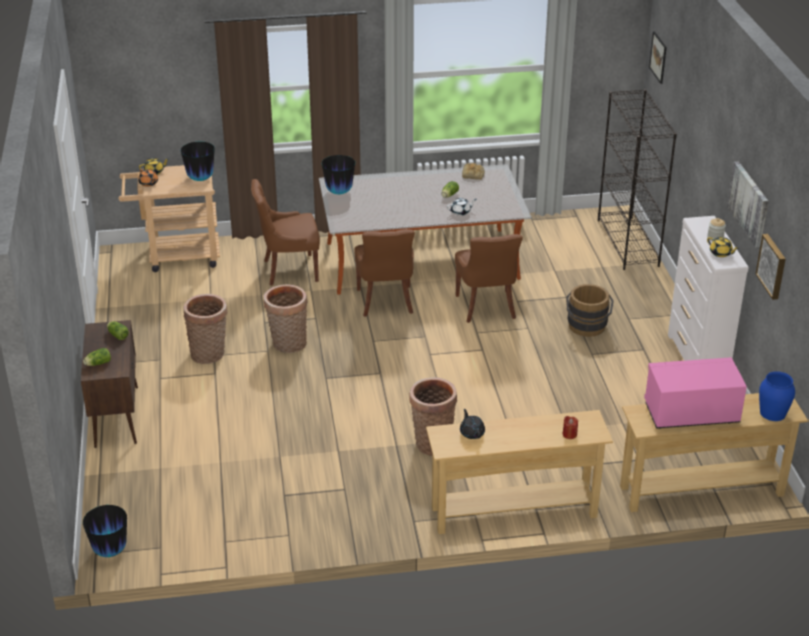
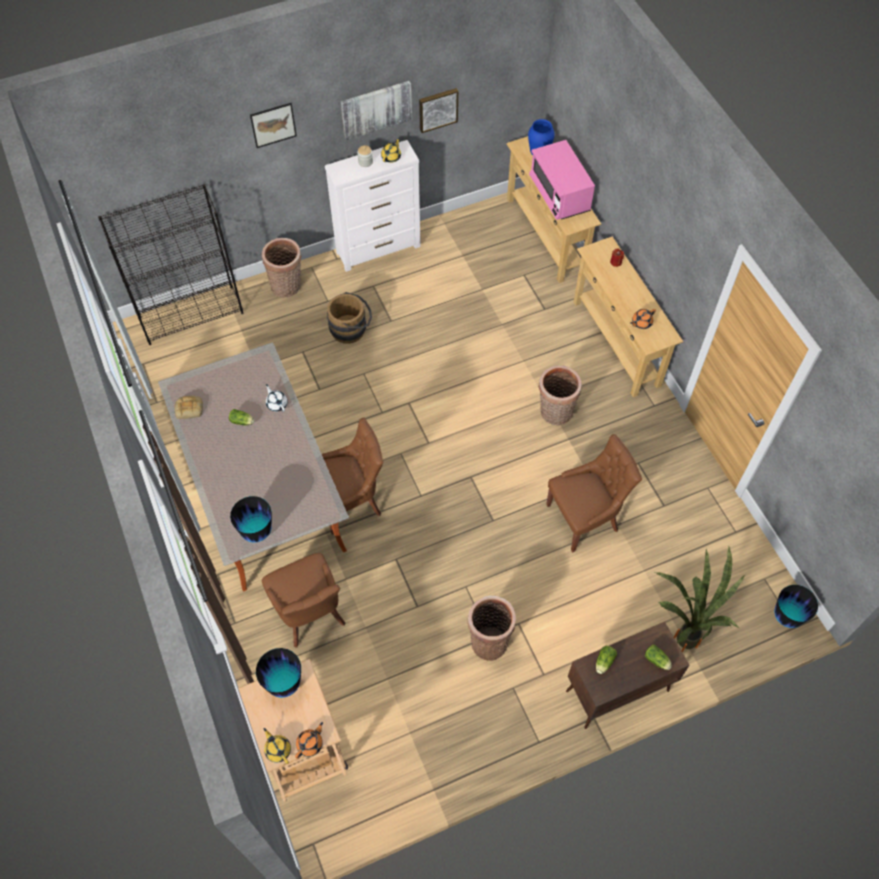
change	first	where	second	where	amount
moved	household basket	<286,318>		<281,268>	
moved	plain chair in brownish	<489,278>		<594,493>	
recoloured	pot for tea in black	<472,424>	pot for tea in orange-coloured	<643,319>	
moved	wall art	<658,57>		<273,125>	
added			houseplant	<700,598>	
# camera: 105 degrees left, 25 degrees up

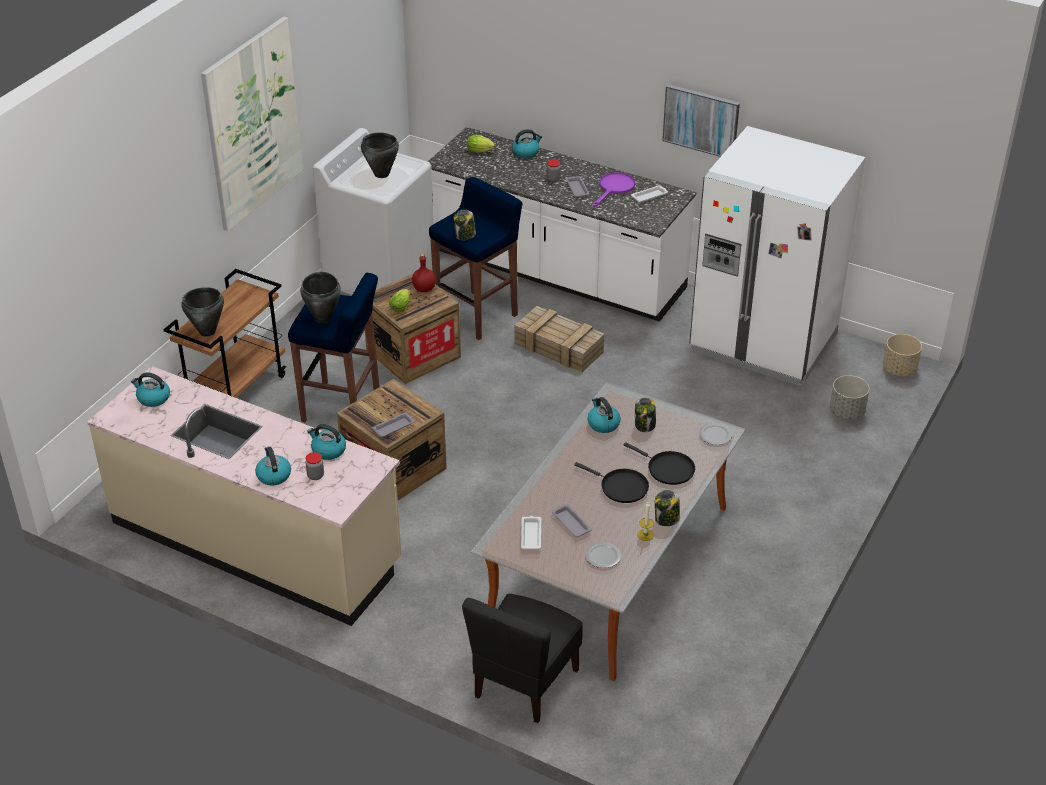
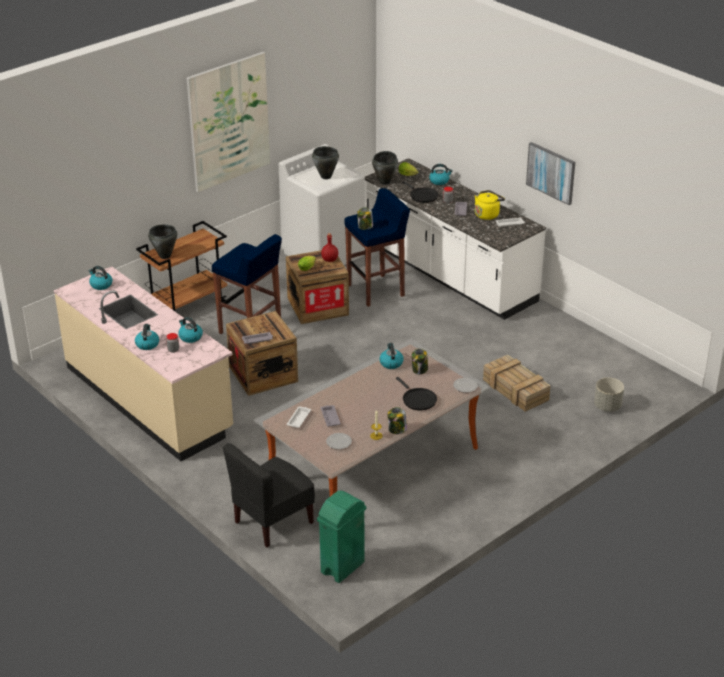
change	first	where	second	where	amount
moved	saucepot in black	<320,297>		<385,168>	
moved	packing crate	<559,339>		<517,383>	
moved	frying pan in black	<611,482>		<420,192>	
replaced	frying pan in purple	<614,189>	water kettle in yellowish	<490,205>	
removed	refrigerator in white	<777,256>			
removed	plant pot in beige-coloured	<902,355>			
added			rubbish bin in green	<341,537>	
# camera: 20 degrees right, 5 degrees down

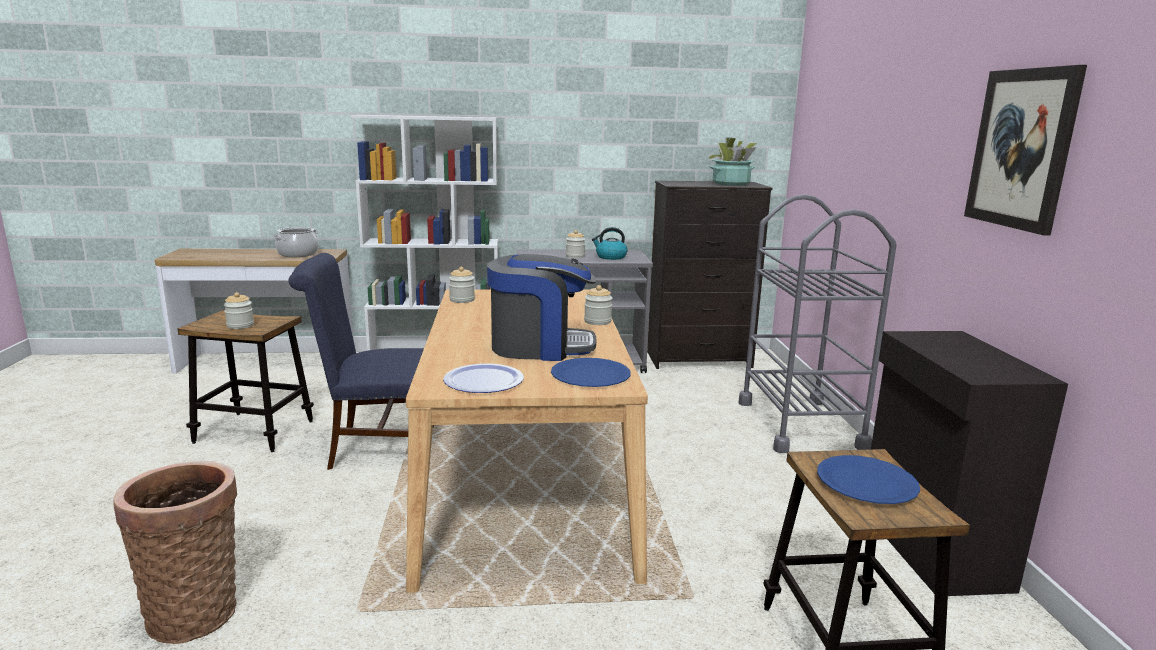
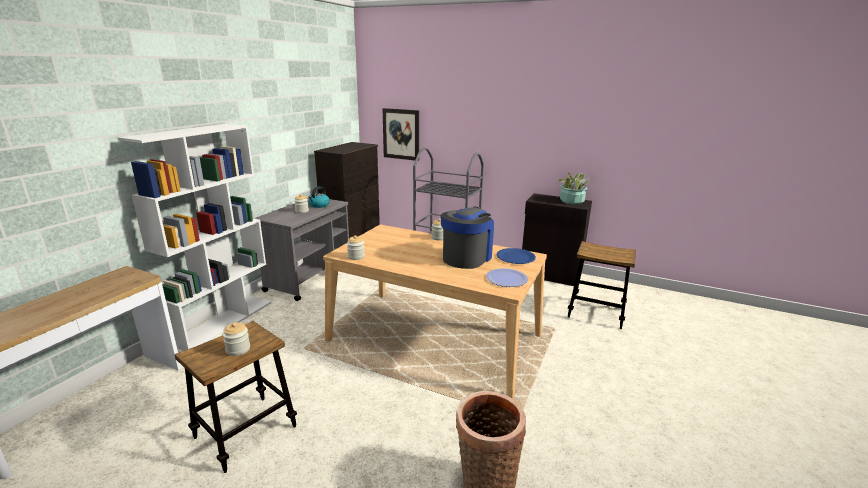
change	first	where	second	where	amount
removed	saucepot	<296,242>			
removed	plain chair in bluish	<361,361>			
moved	houseplant	<732,161>		<573,188>	
removed	dinner plate in bluish	<868,479>			
moved	wall art	<1025,150>		<400,134>	
# camera: 60 degrees left, 5 degrees up

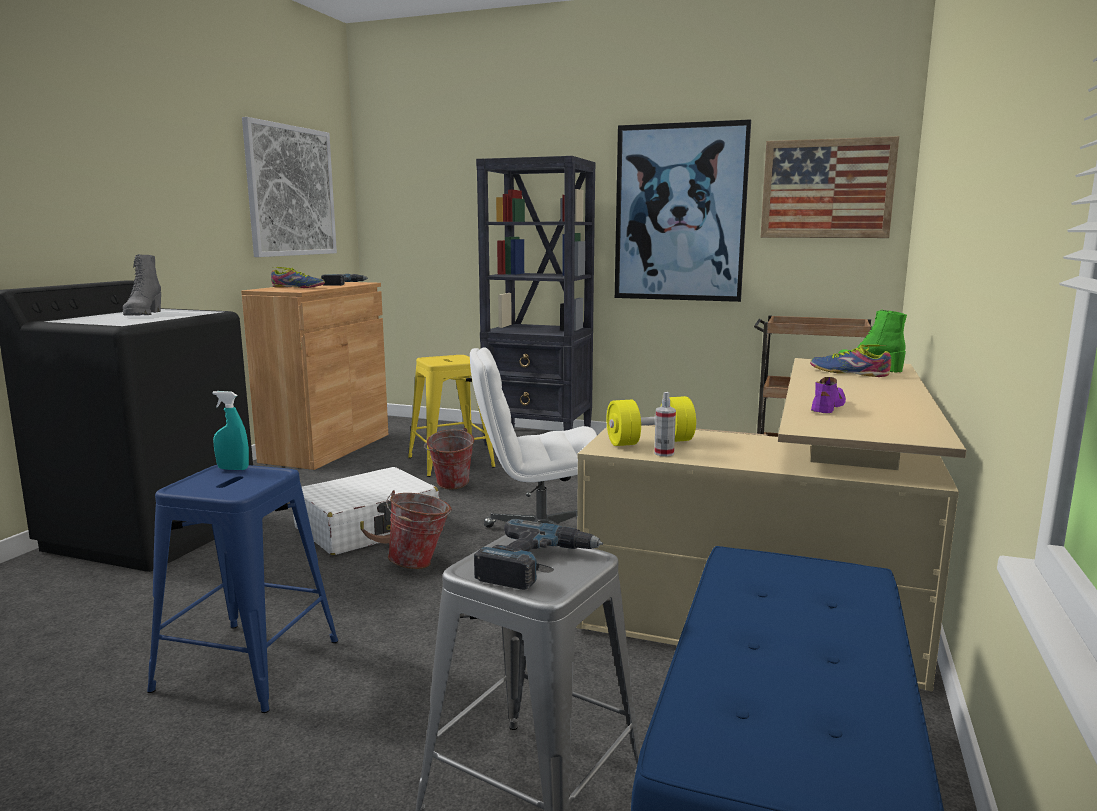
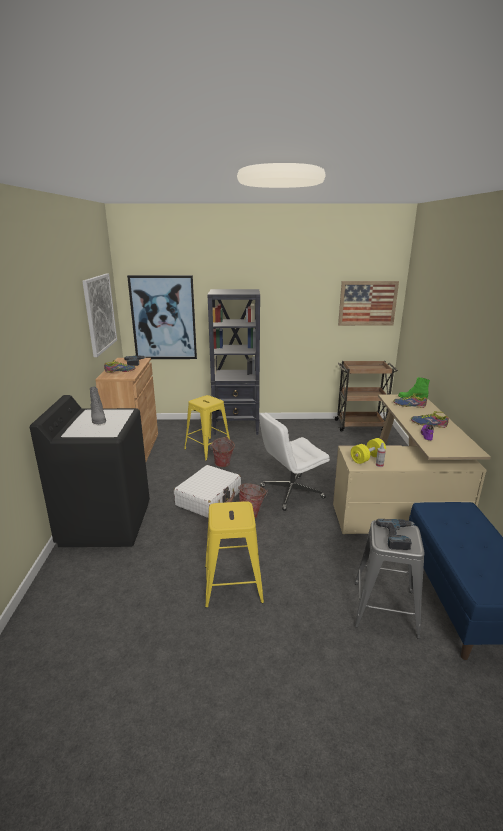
change	first	where	second	where	amount
recoloured	sitting stool in bluish	<242,589>	sitting stool in yellowish	<234,554>	
removed	spray bottle in turquoise	<231,430>			
moved	wall art	<683,210>		<162,317>	
added			low shoe	<430,419>	
# camera: 20 degrees left, 10 degrees up

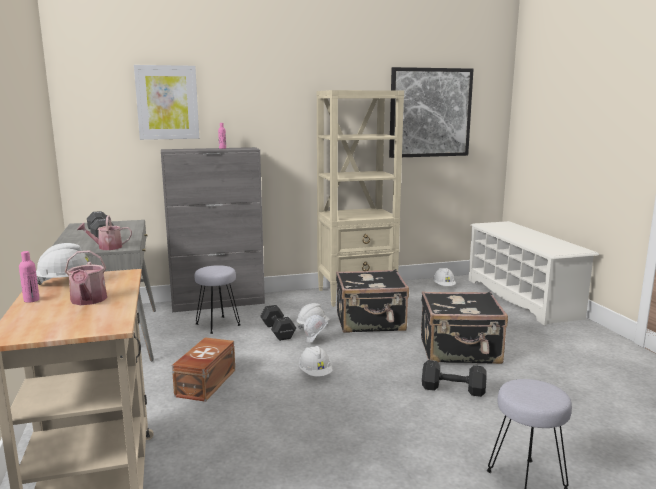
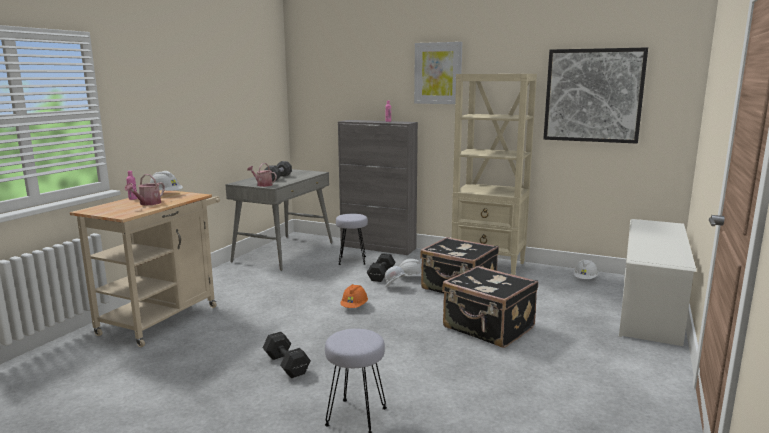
change	first	where	second	where	amount
moved	wall art	<166,102>		<438,73>	
removed	storage box in brownish	<203,369>			
recoloured	hard hat in white	<316,361>	hard hat in orange-coloured	<354,296>	
moved	free weight in black	<454,378>		<287,355>	
# camera: 40 degrees right, 0 degrees up

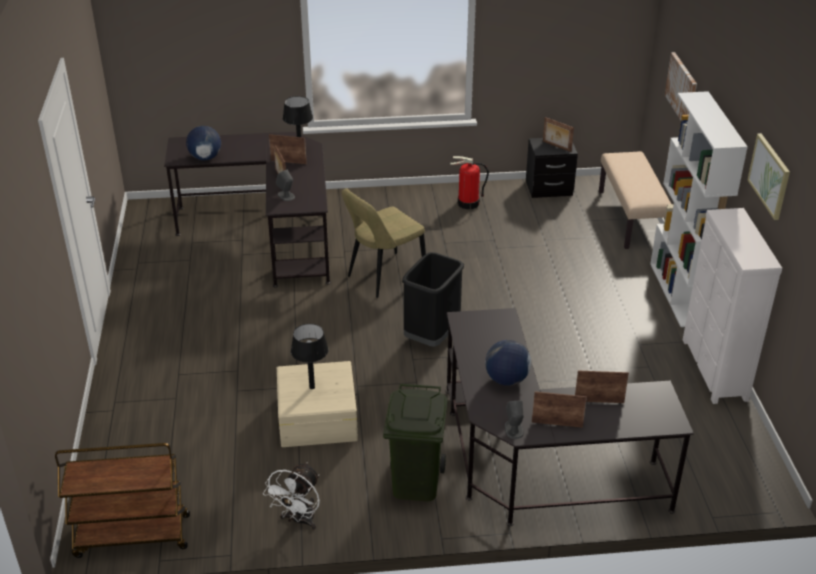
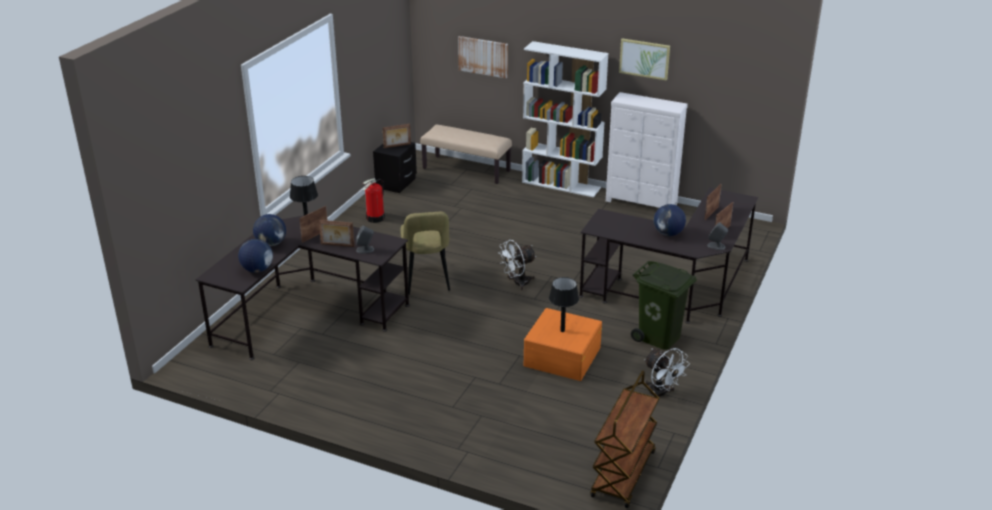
change	first	where	second	where	amount
recoloured	storage box in beige-coloured	<317,404>	storage box in orange-coloured	<563,344>	
replaced	rubbish bin in black	<433,299>	electric fan in white	<517,265>	
added			world globe	<269,230>	
# camera: 60 degrees left, 5 degrees down

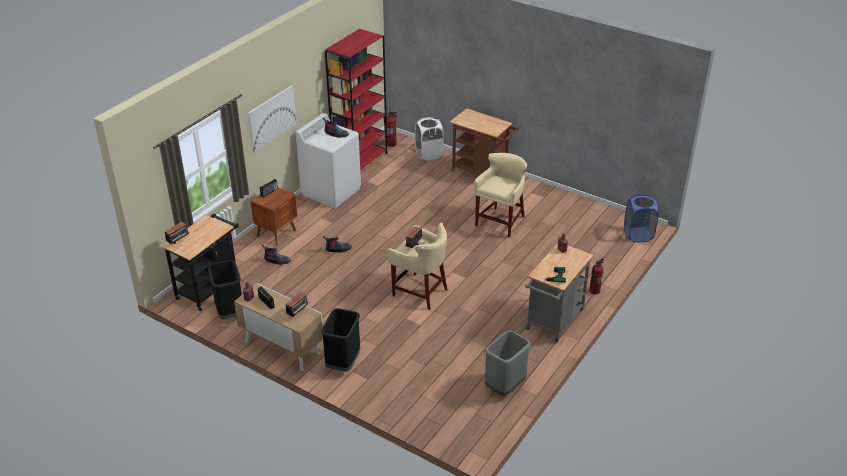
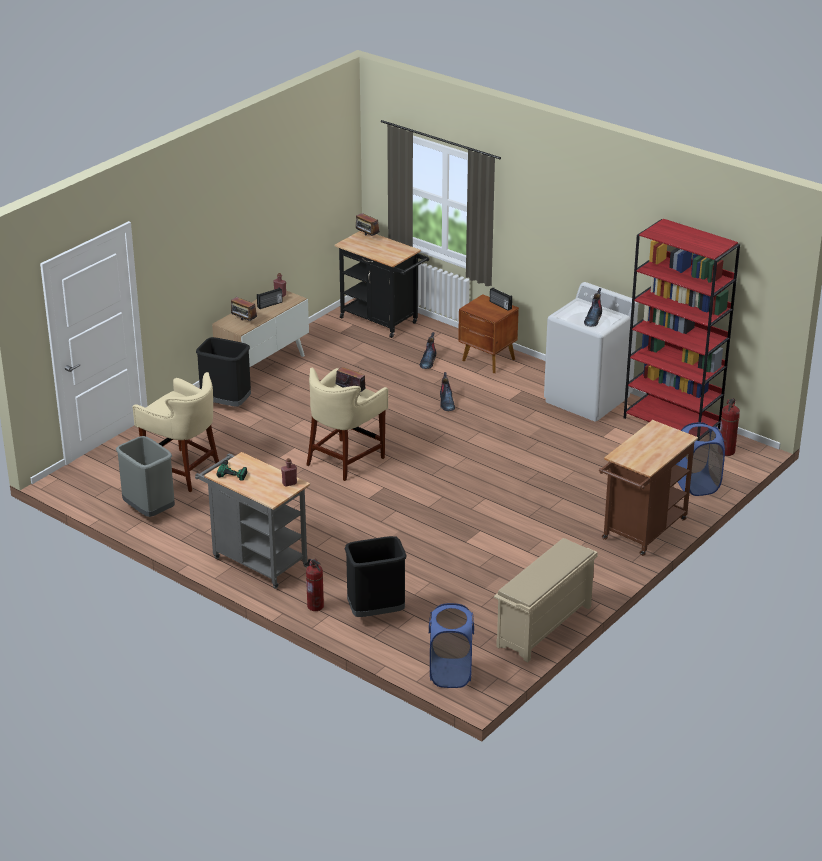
change	first	where	second	where	amount
moved	rubbish bin in black	<225,289>		<376,576>	
removed	wall art	<272,118>			
recoloured	washing basket in white	<429,139>	washing basket in bluish	<700,459>	
moved	sitting stool in beige-coloured	<500,195>		<176,432>	
added			shoe shelf in beige-coloured	<546,600>	
# camera: 95 degrees right, 5 degrees down

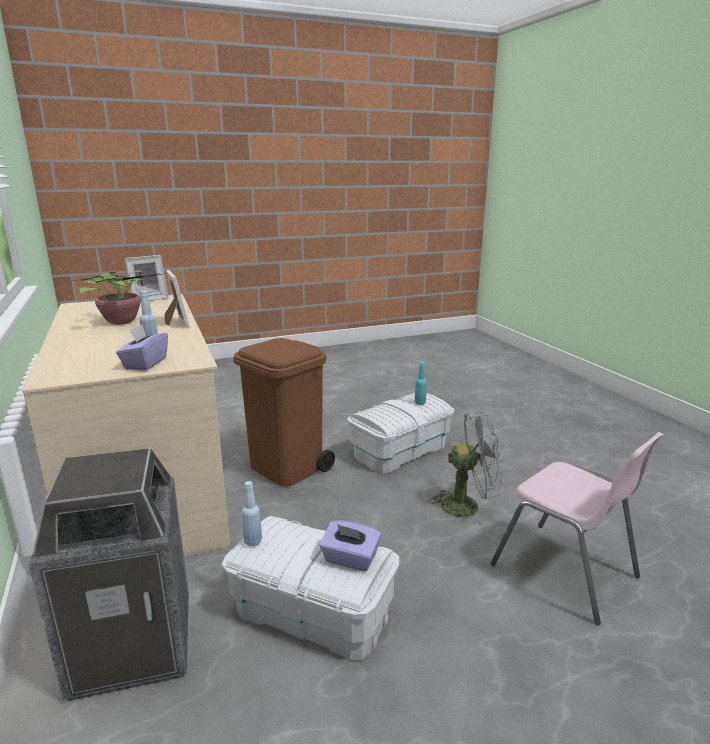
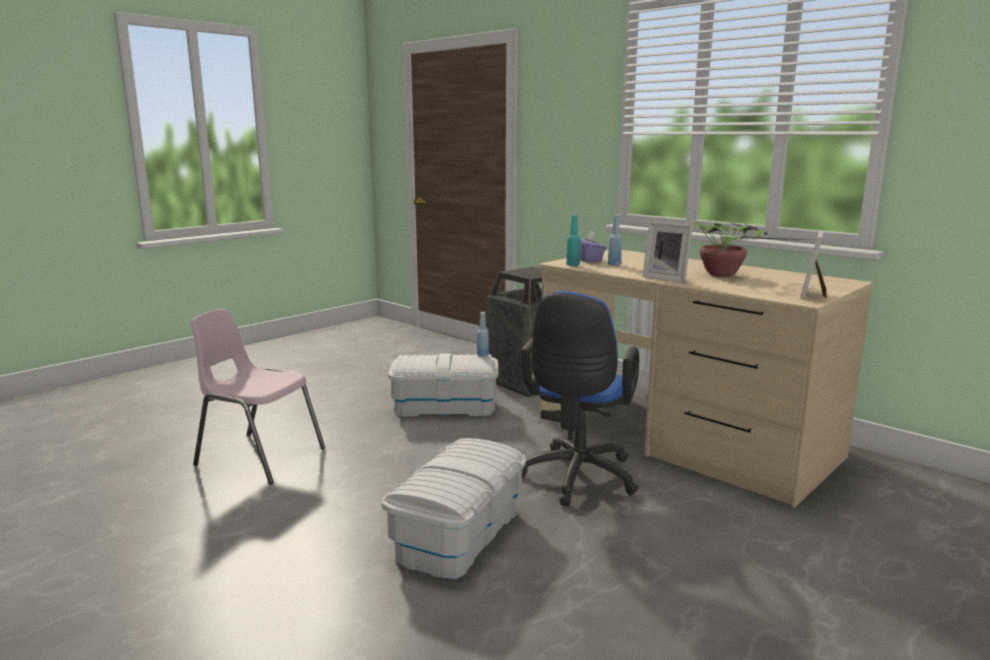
change	first	where	second	where	amount
replaced	rubbish bin in brownish	<284,412>	office chair in bluish	<580,398>	
removed	tissue holder in purple	<351,545>			
moved	bottle in turquoise	<421,383>		<573,240>	
removed	electric fan in greyish	<466,469>			
# camera: 155 degrees right, 5 degrees down

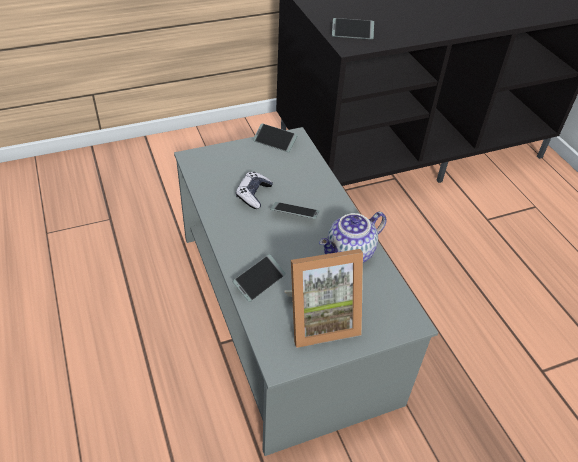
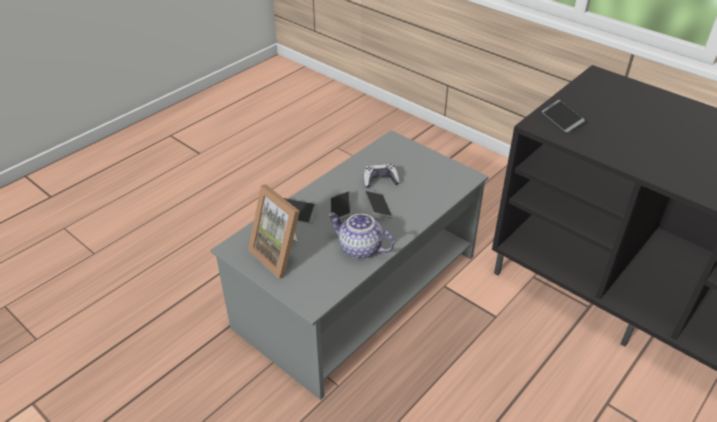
change	first	where	second	where	amount
moved	handset	<275,137>		<341,206>	
# camera: 65 degrees right, 5 degrees down

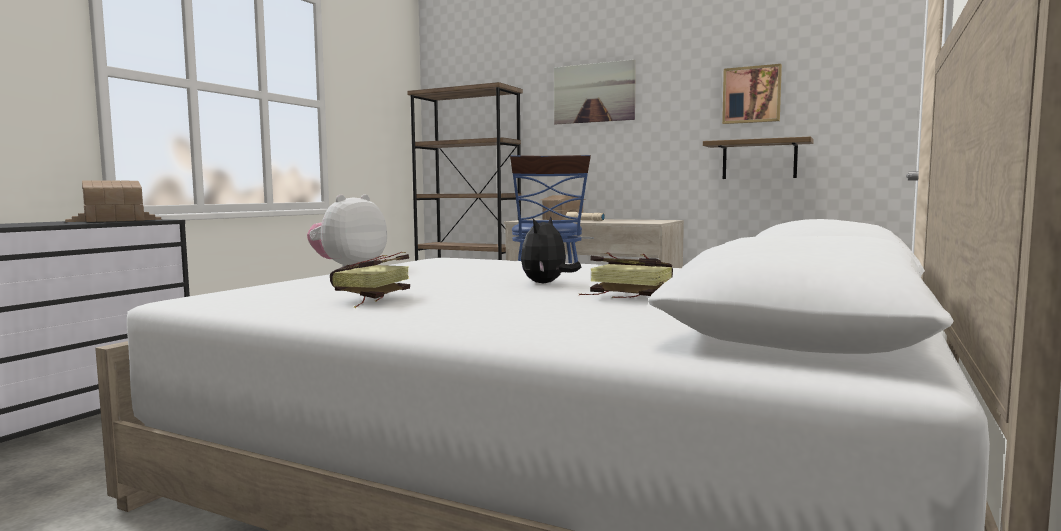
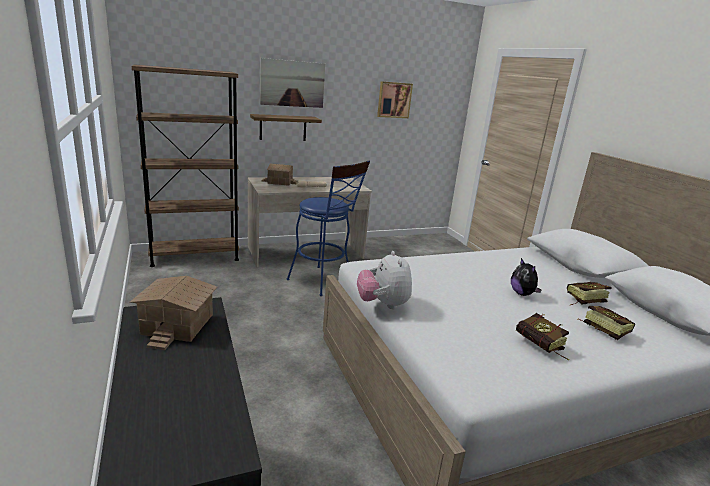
change	first	where	second	where	amount
moved	bracket shelf	<758,158>		<286,127>	
added			volume	<606,323>	
# camera: 50 degrees left, 15 degrees up

